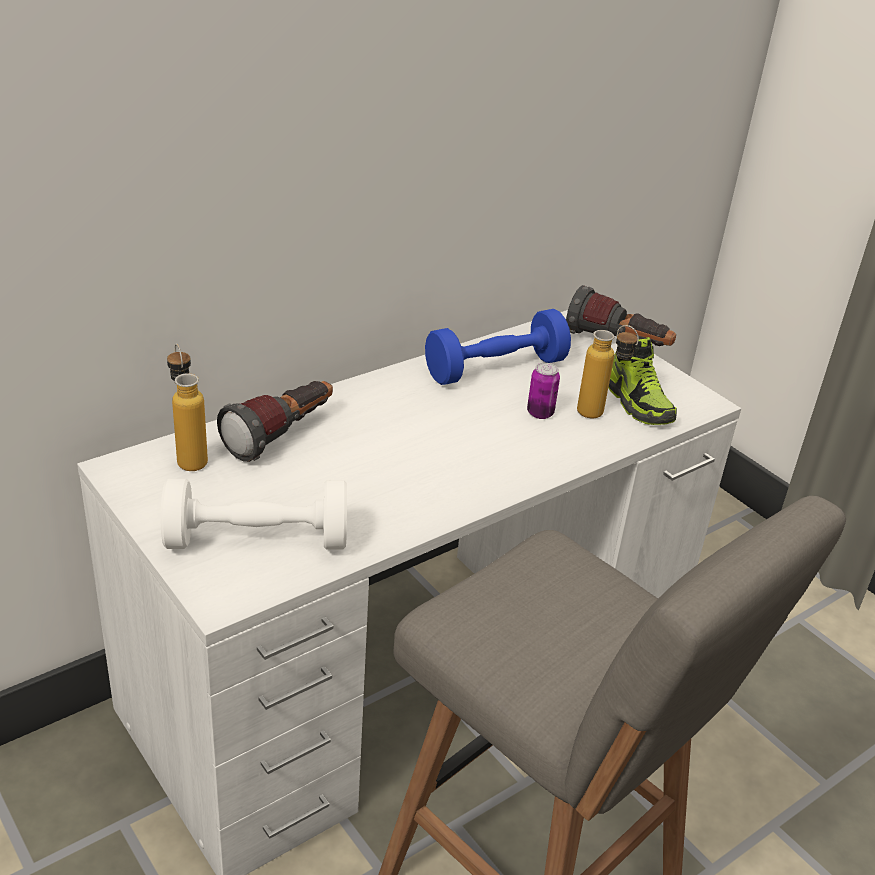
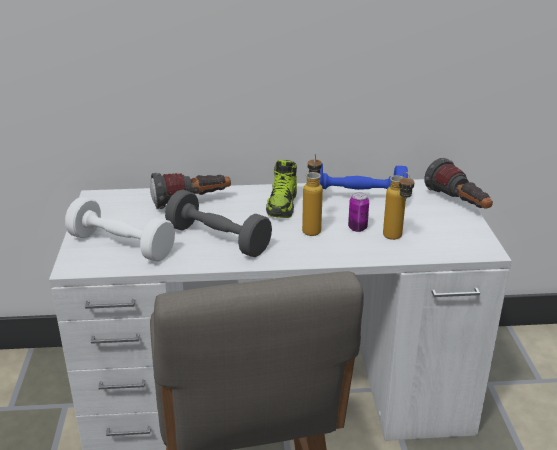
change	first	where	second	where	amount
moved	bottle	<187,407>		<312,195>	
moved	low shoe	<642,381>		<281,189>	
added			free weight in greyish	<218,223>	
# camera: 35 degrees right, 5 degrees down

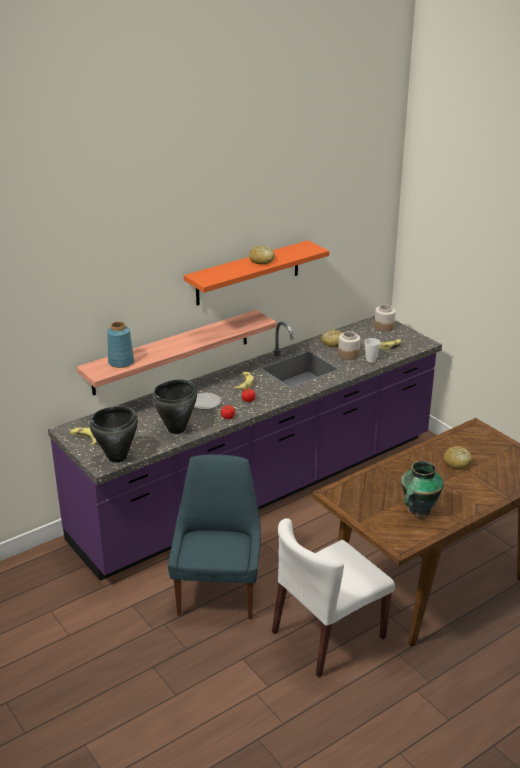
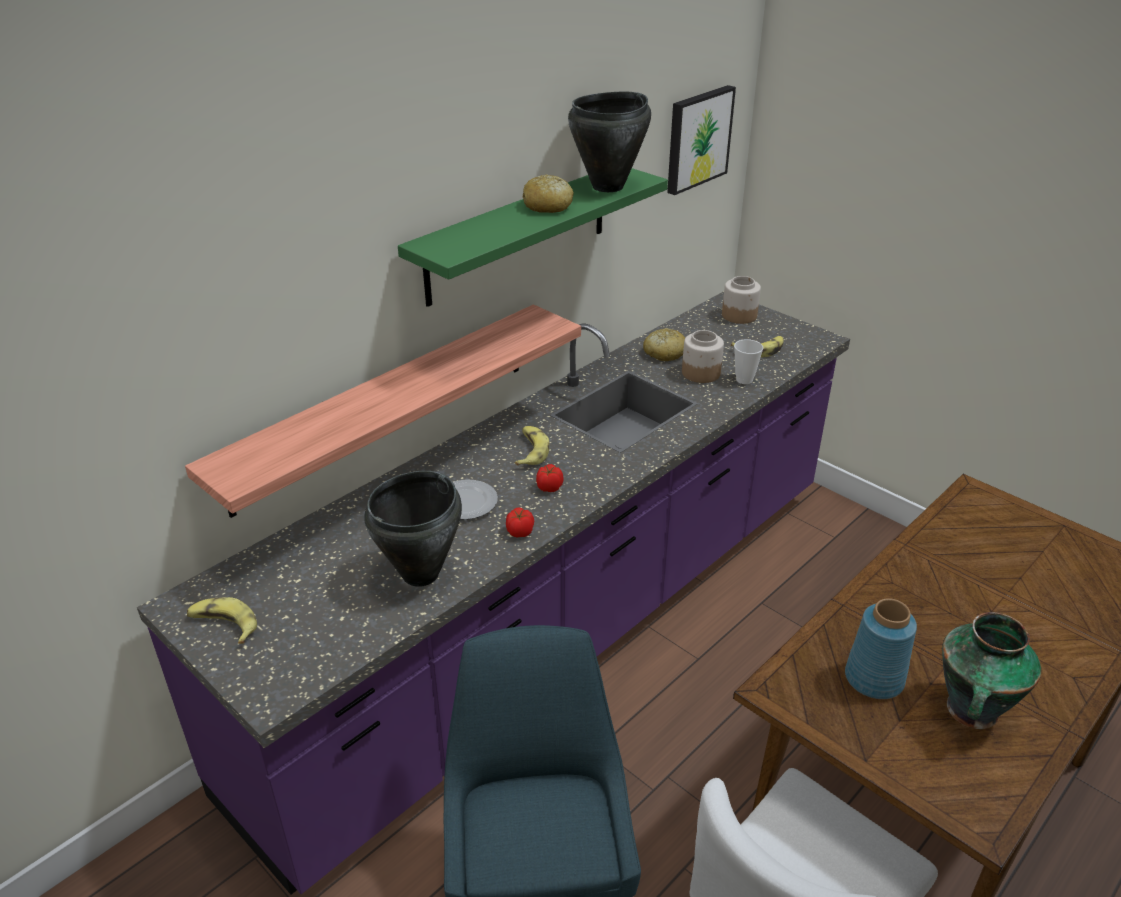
change	first	where	second	where	amount
moved	saucepot in black	<114,434>		<609,141>	
moved	vase in bluish	<120,344>		<881,648>	
recoloured	bracket shelf in orange-coloured	<256,273>	bracket shelf in green	<533,237>	
removed	bread	<457,457>			
added			wall art	<701,140>	
# camera: 10 degrees left, 5 degrees up

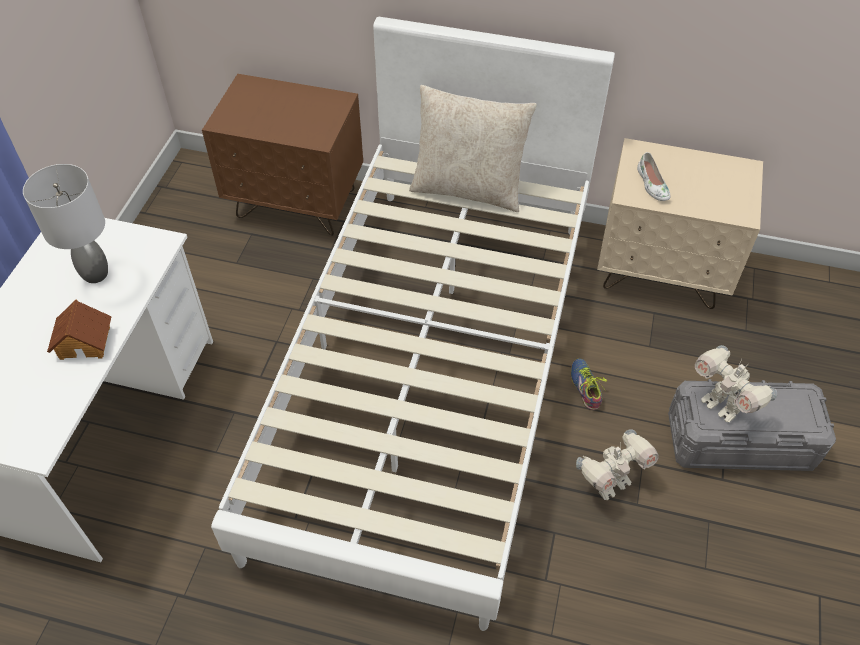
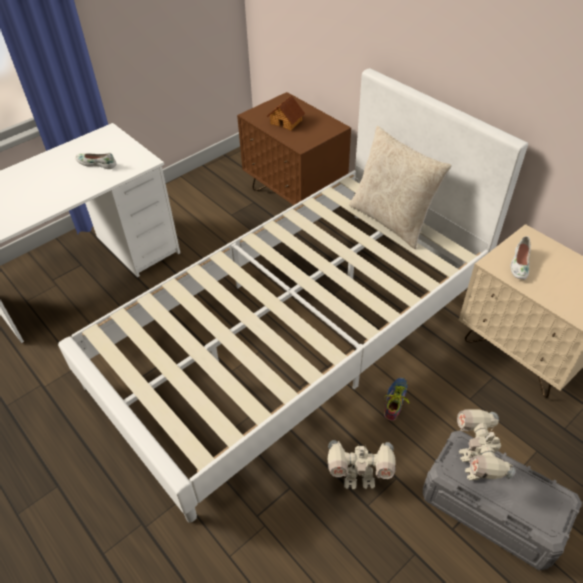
change	first	where	second	where	amount
replaced	lamp for a table in greyish	<65,223>	low shoe in white	<96,161>	
moved	toy house	<79,329>		<286,113>	
# camera: 35 degrees right, 5 degrees down

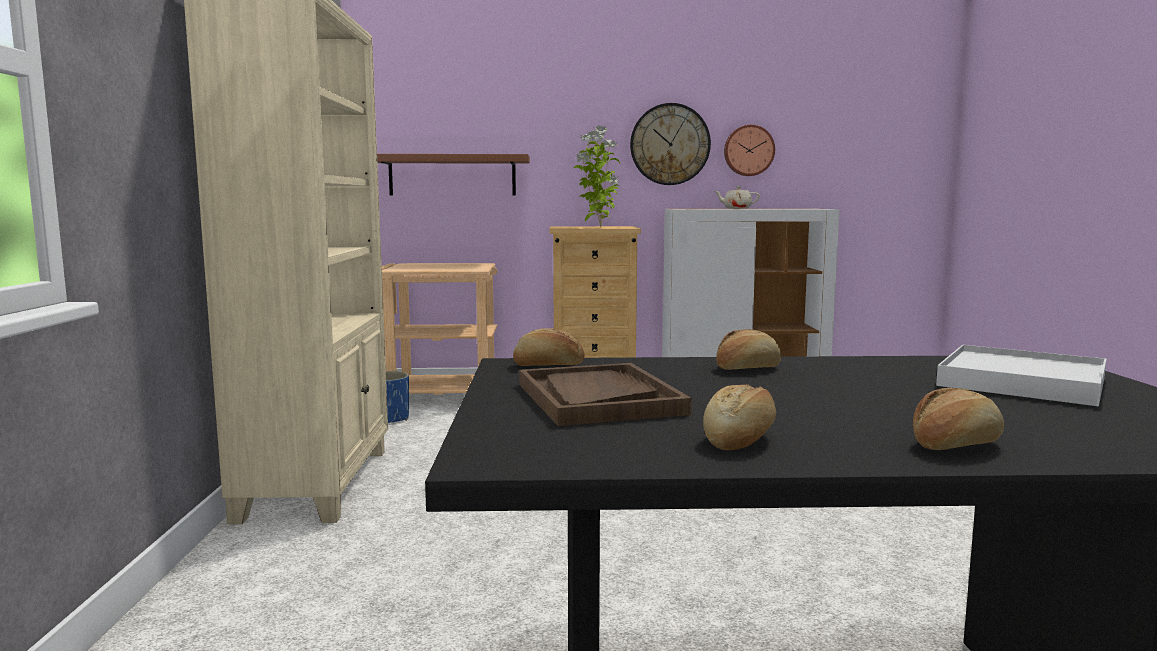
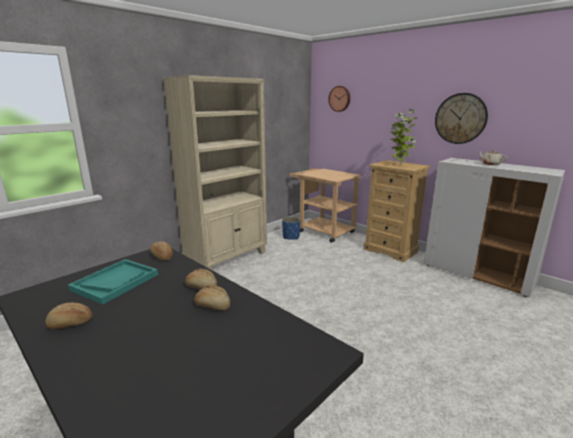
change	first	where	second	where	amount
removed	bracket shelf in brownish	<453,174>			
recoloured	carrying tray in brownish	<605,394>	carrying tray in turquoise	<113,282>	
moved	wall clock	<749,150>		<339,99>	
moved	bread	<958,419>		<212,298>	
removed	carrying tray in white	<1021,375>			
# camera: 45 degrees right, 10 degrees up

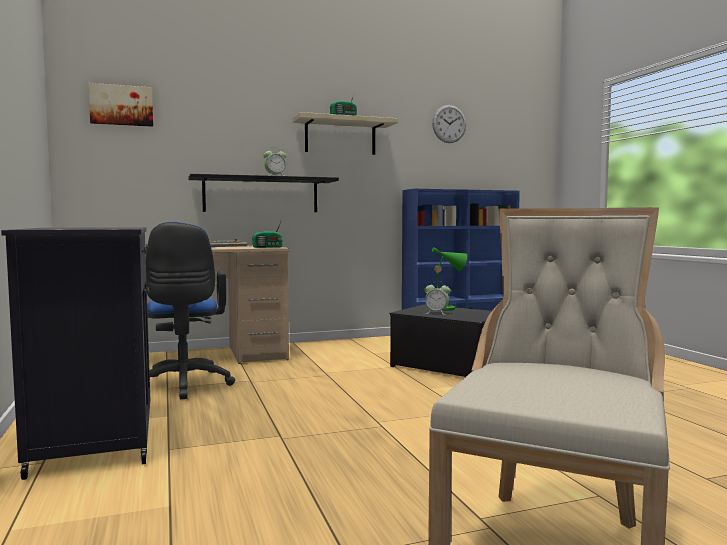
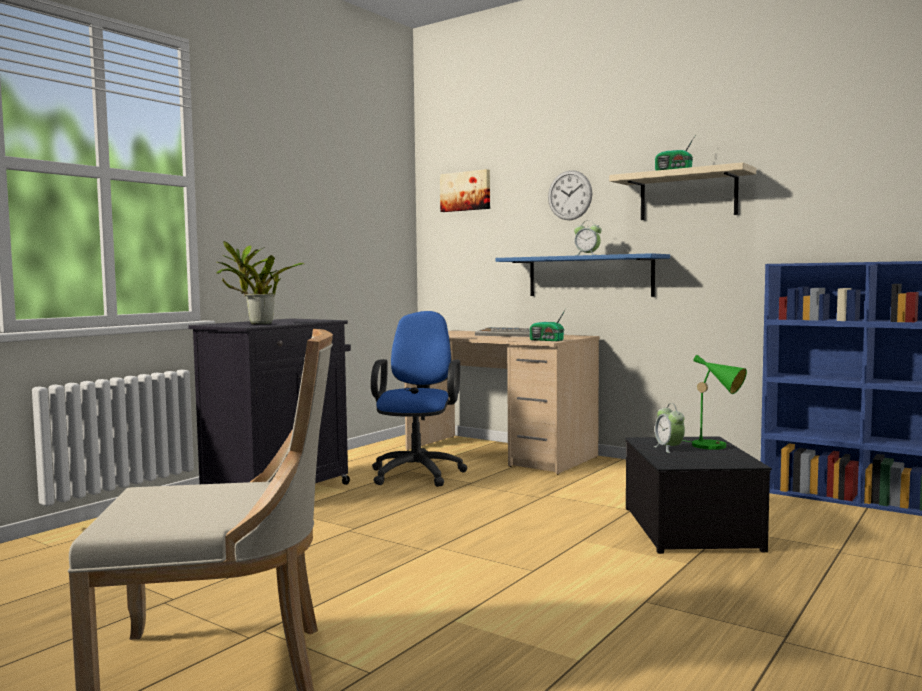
change	first	where	second	where	amount
turned	office chair in bluish	<190,310>		<419,399>	150 degrees clockwise
recoloured	bracket shelf in black	<263,193>	bracket shelf in bluish	<583,275>	
moved	wall clock	<449,124>		<570,195>	
added			houseplant	<260,282>	
# camera: 55 degrees right, 0 degrees up

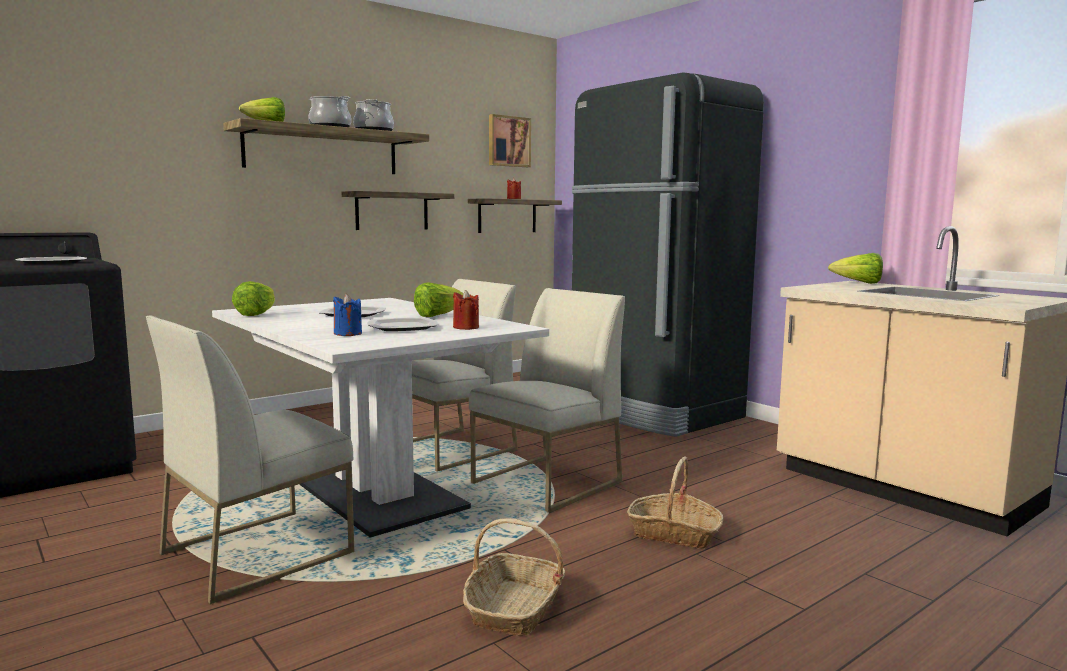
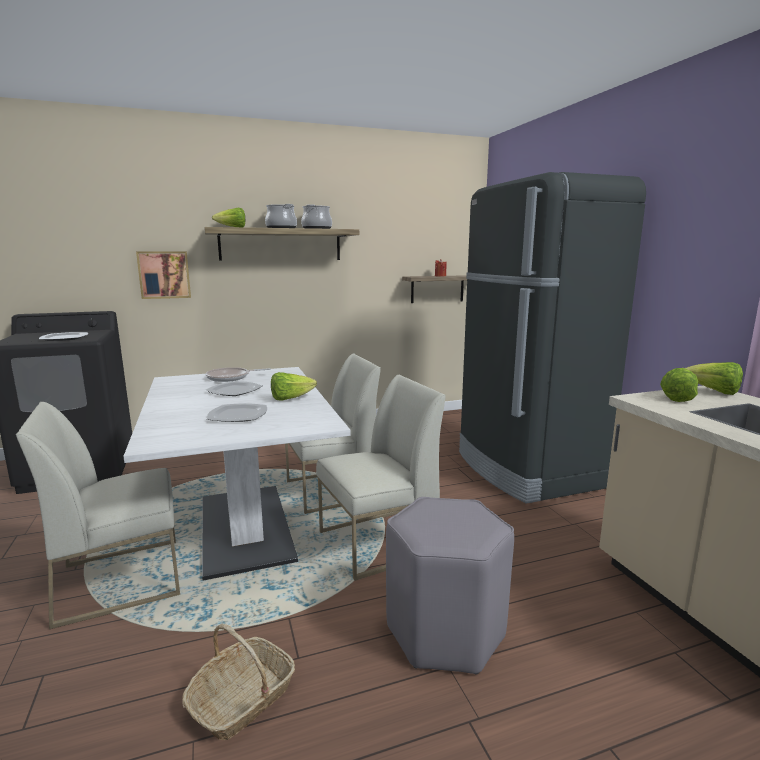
change	first	where	second	where	amount
moved	head of lettuce	<253,298>		<679,385>	
removed	wax light in bluish	<347,315>			
removed	bracket shelf	<398,210>			
removed	wax light in red-coloured	<466,310>			
moved	wall art	<510,140>		<163,275>	
replaced	household basket	<675,502>	sitting stool in greyish	<450,585>	
added			frying pan	<238,374>	
# camera: 20 degrees right, 5 degrees up

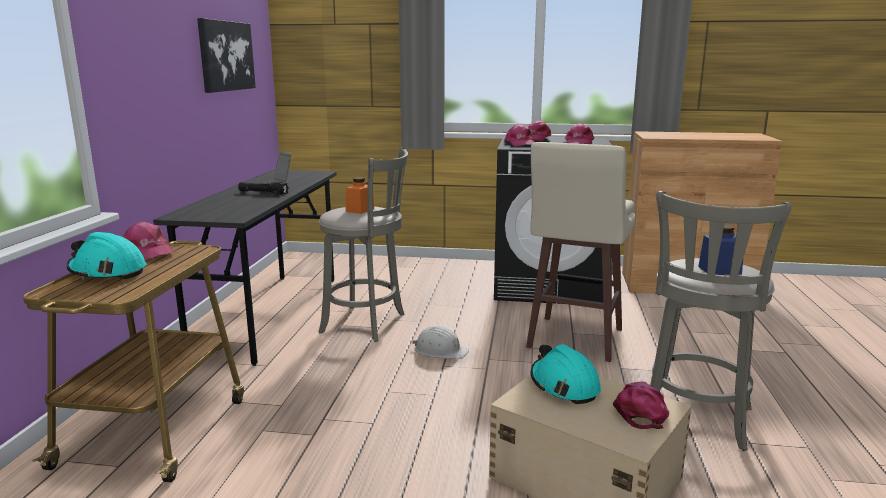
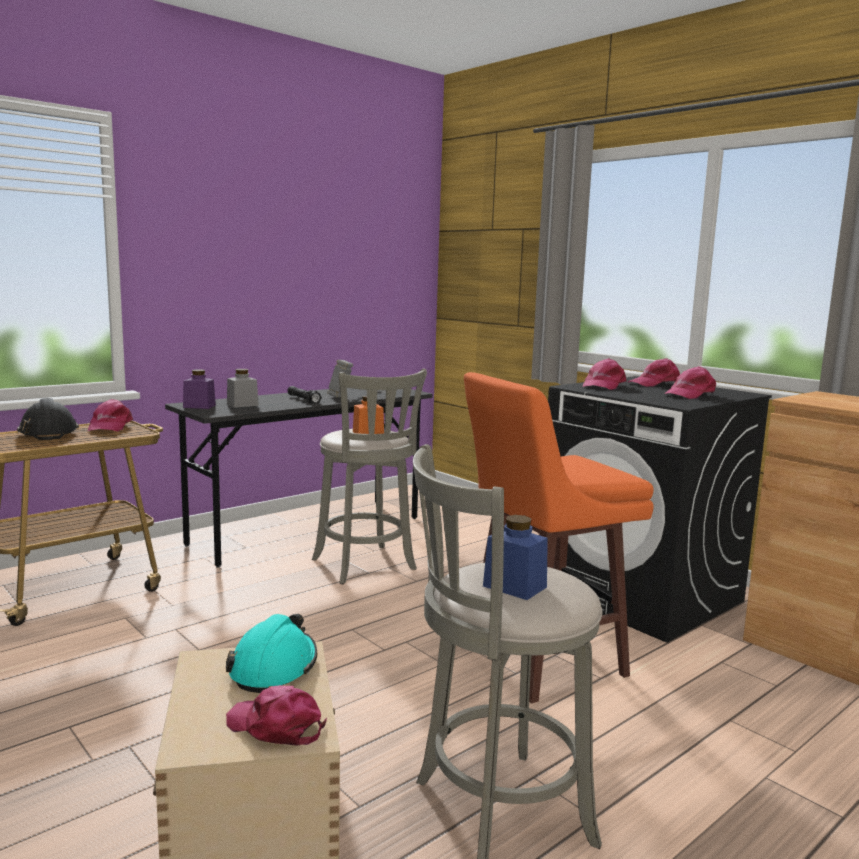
change	first	where	second	where	amount
recoloured	hard hat in turquoise	<106,255>	hard hat in black	<48,419>	
removed	wall art	<226,55>			
removed	hard hat in white	<440,342>			
recoloured	sitting stool in beige-coloured	<580,252>	sitting stool in orange-coloured	<559,538>	
turned	cap in pink	<641,405>		<276,715>	120 degrees counterclockwise
added			preserve jar in purple	<199,389>	
added			preserve jar in greyish	<243,388>	
# camera: 40 degrees right, 5 degrees down

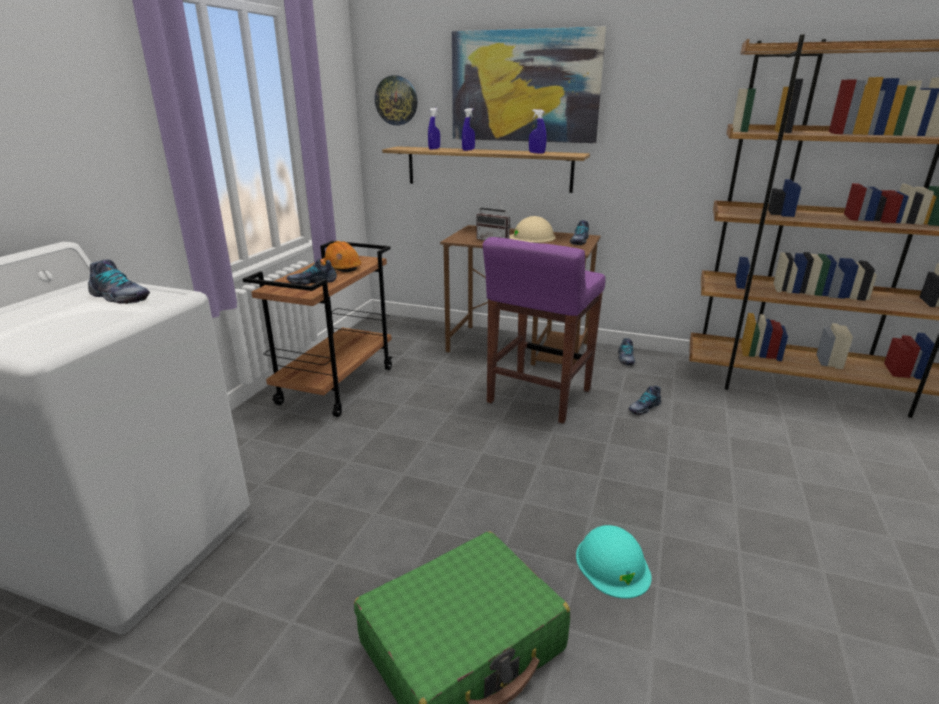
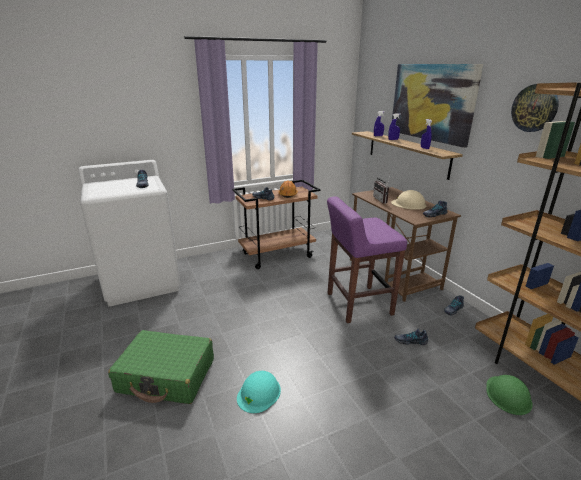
change	first	where	second	where	amount
moved	wall clock	<396,100>		<535,108>	
added			hard hat in green	<509,395>	
# camera: 45 degrees right, 0 degrees up

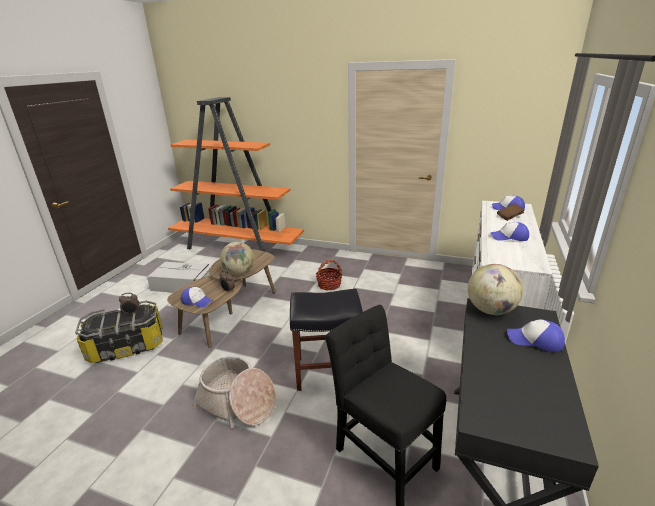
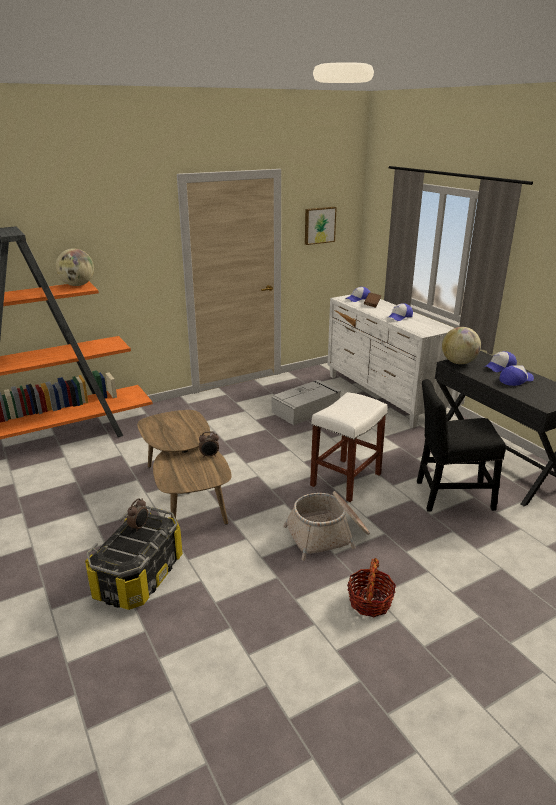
change	first	where	second	where	amount
moved	storage box in greyish	<179,277>		<306,402>	
moved	cap	<196,297>		<517,375>	
moved	world globe	<237,258>		<74,267>	
recoloured	sitting stool in black	<326,340>	sitting stool in white	<349,447>	
moved	household basket	<329,275>		<371,587>	
added			wall art	<321,226>	
# camera: 50 degrees left, 0 degrees up

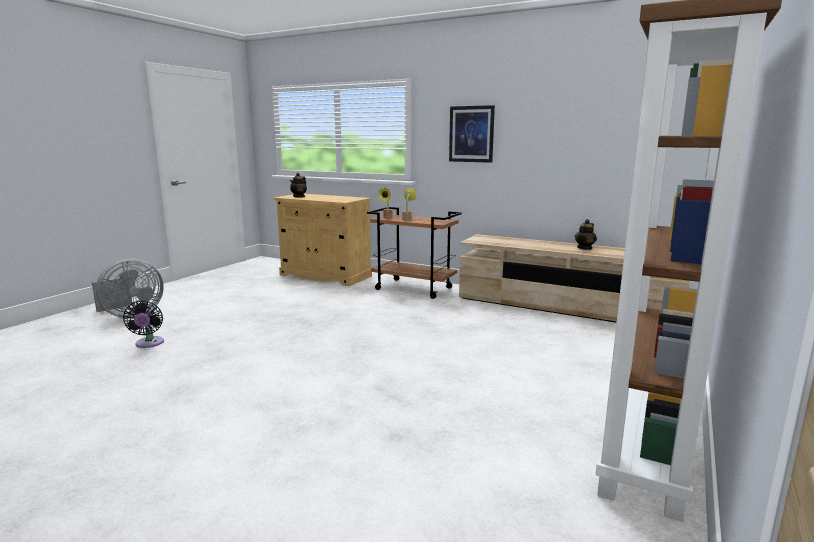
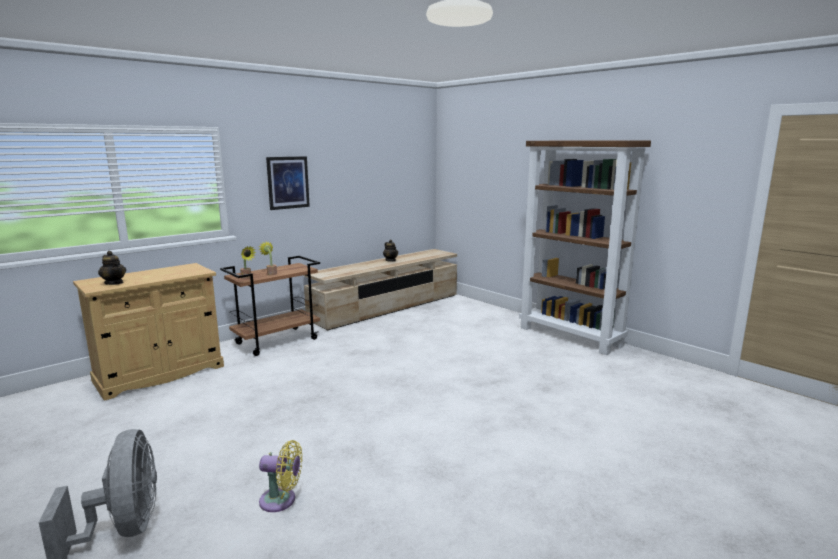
change	first	where	second	where	amount
recoloured	electric fan in black	<143,324>	electric fan in yellowish	<281,476>	
# camera: 70 degrees left, 0 degrees up

